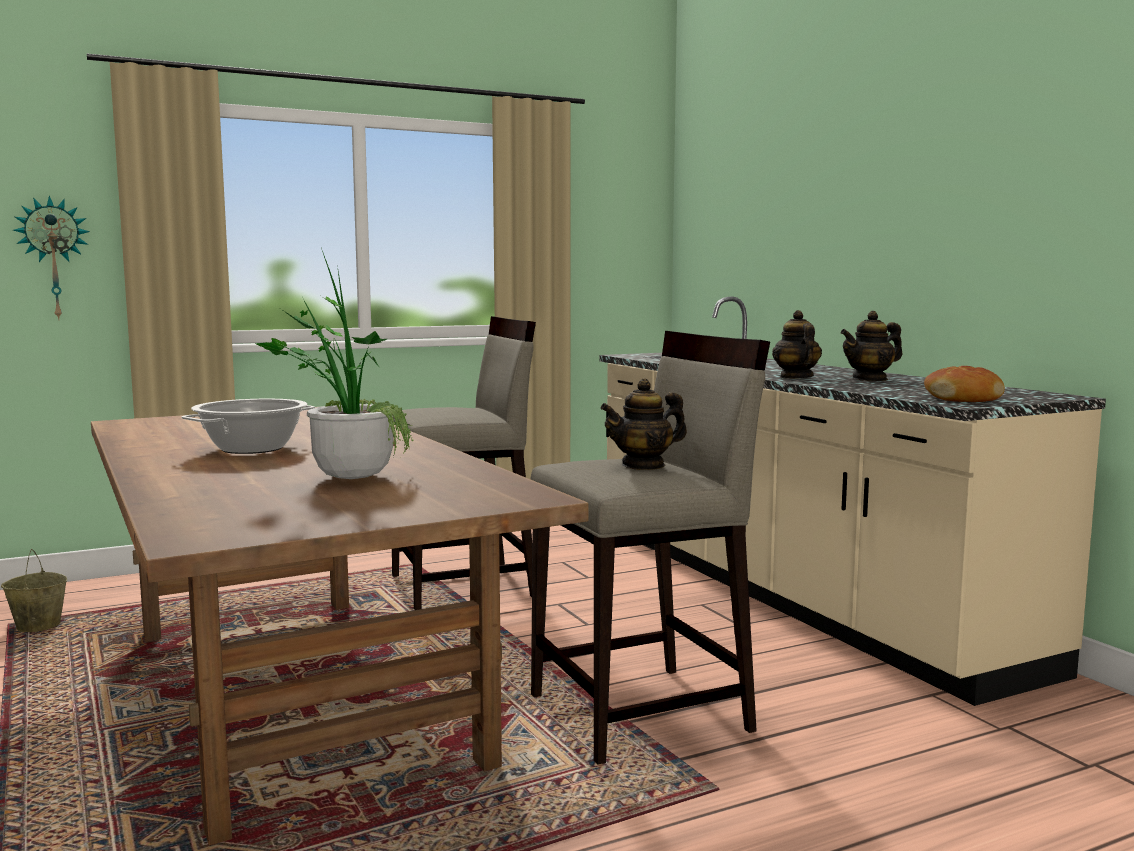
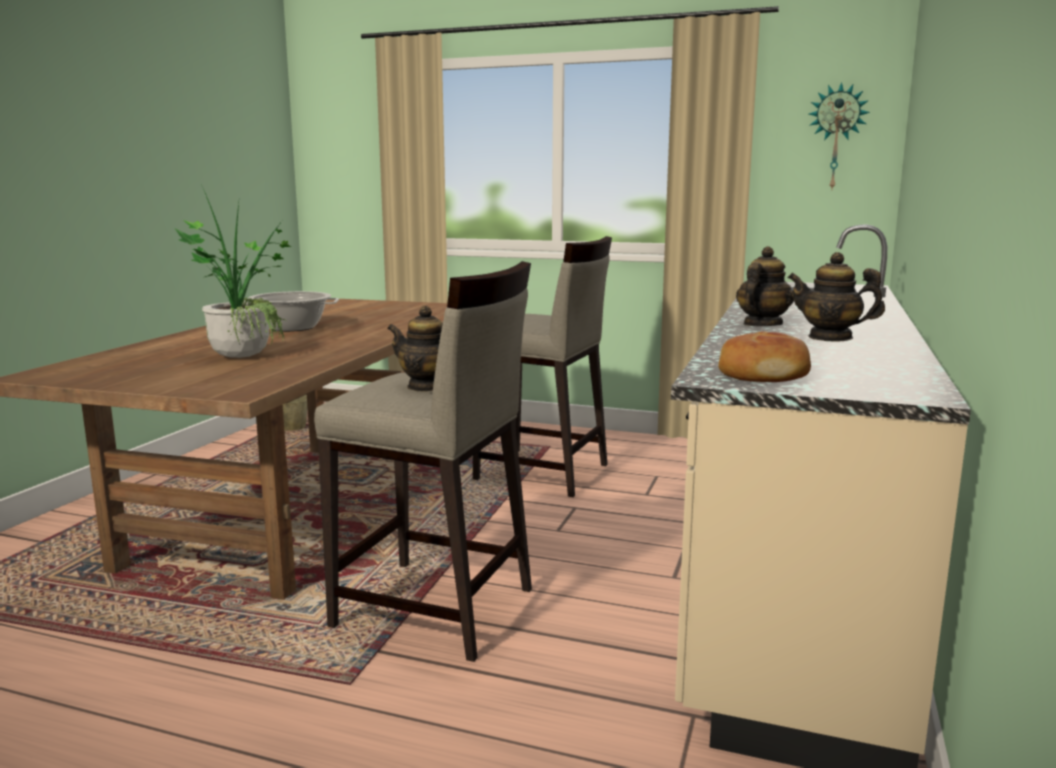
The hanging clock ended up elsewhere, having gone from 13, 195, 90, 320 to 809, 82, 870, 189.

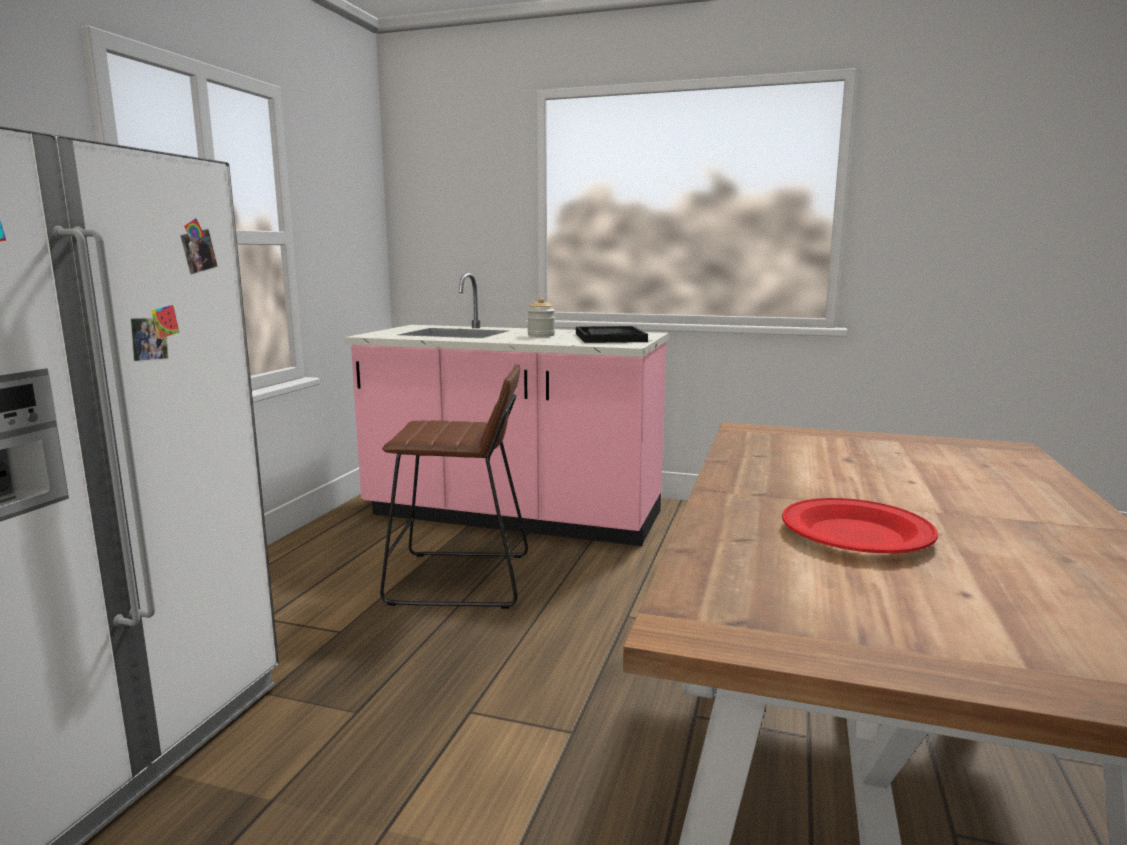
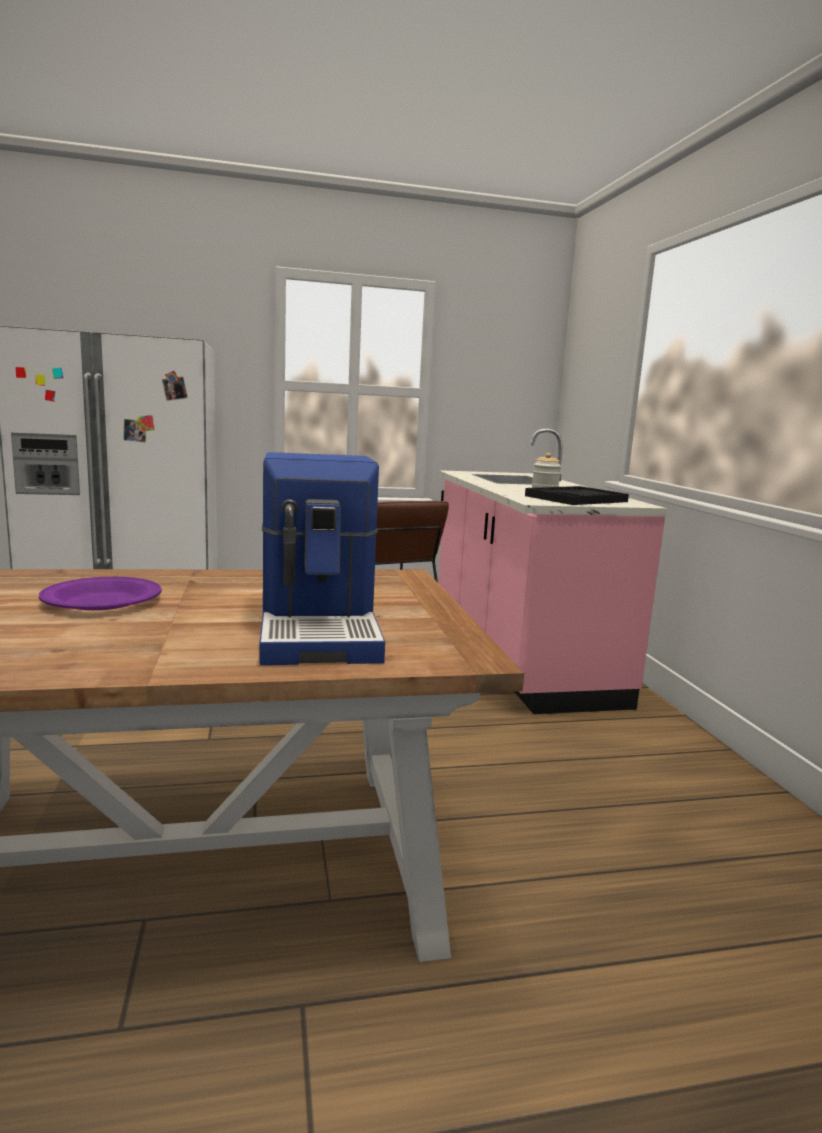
What was the red-coloured flat dish at 782, 498, 938, 553 turned into the purplish flat dish at 39, 577, 162, 610. The second view gained the coffee brewer at 259, 452, 385, 665.

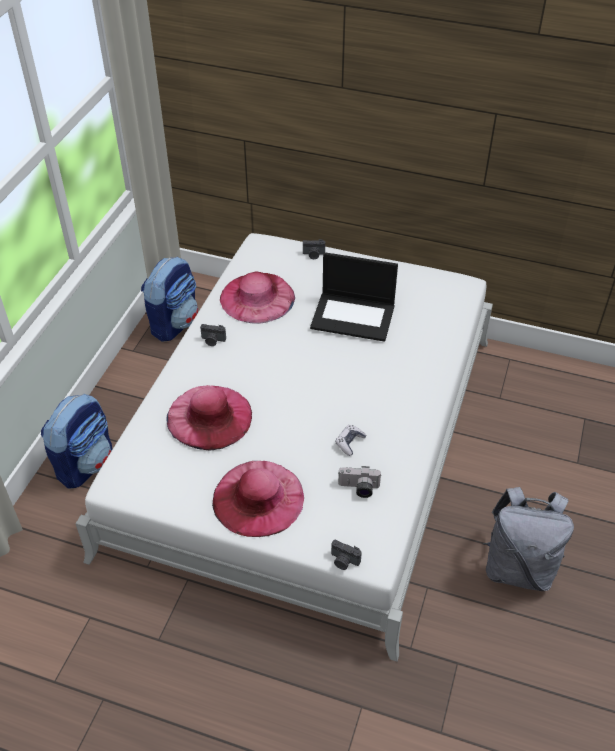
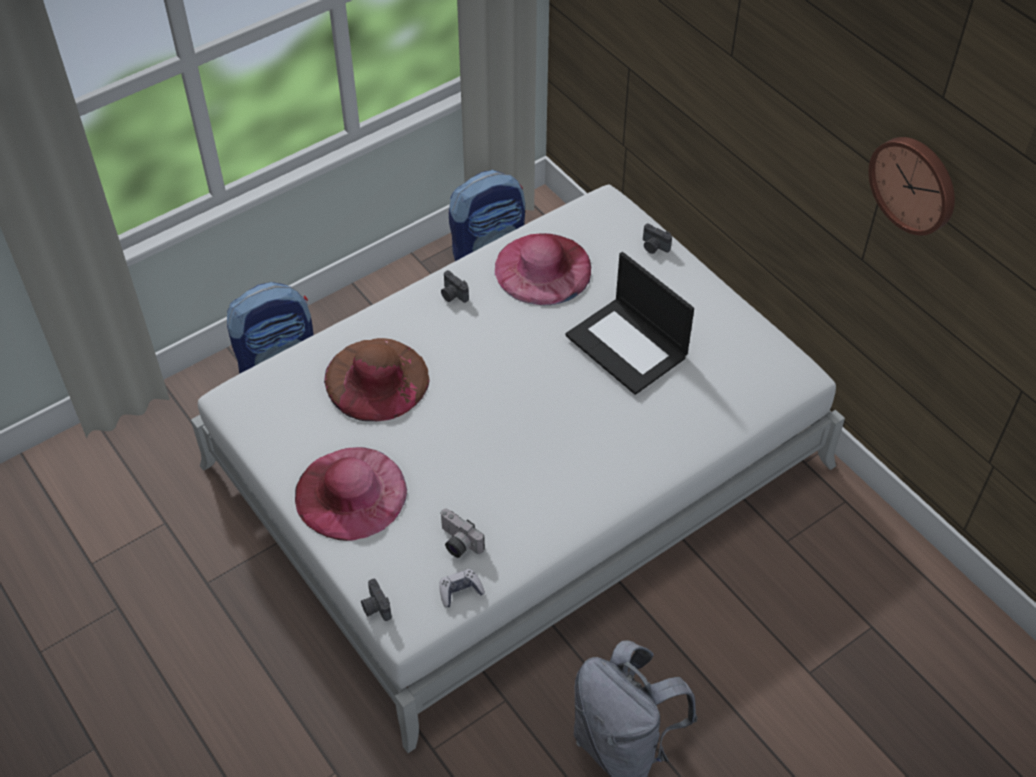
What was the pink clothing hat at 166, 385, 252, 451 turned into the brown-coloured clothing hat at 324, 338, 430, 421. The gamepad ended up elsewhere, having gone from 336, 425, 366, 456 to 439, 569, 485, 607. The second view gained the hanging clock at 869, 137, 955, 236.

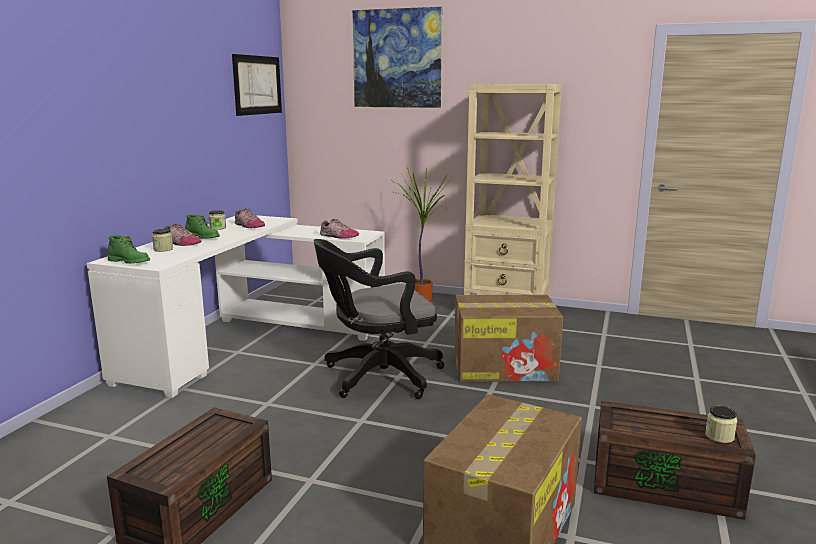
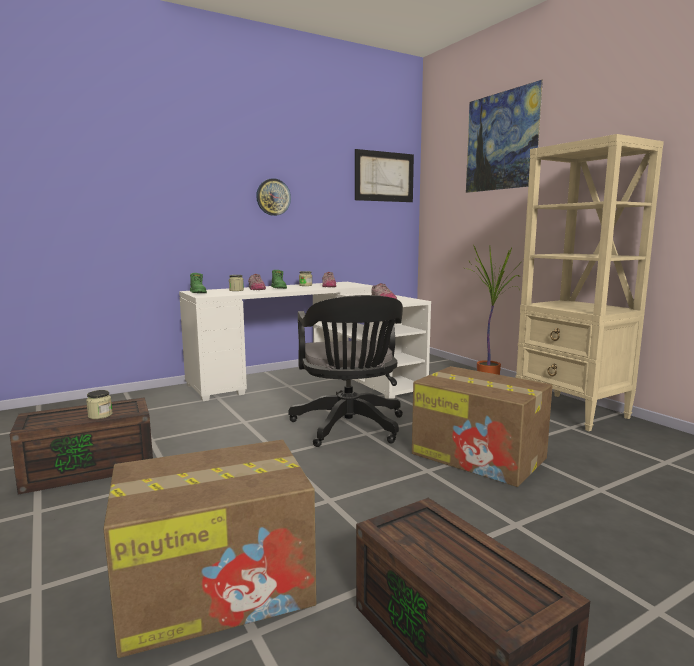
The black desk chair at 313, 239, 444, 399 ended up facing another way, 120 degrees counterclockwise from before. The jar ended up elsewhere, having gone from 705, 406, 737, 443 to 86, 390, 113, 419. The second view gained the hanging clock at 256, 178, 291, 216.

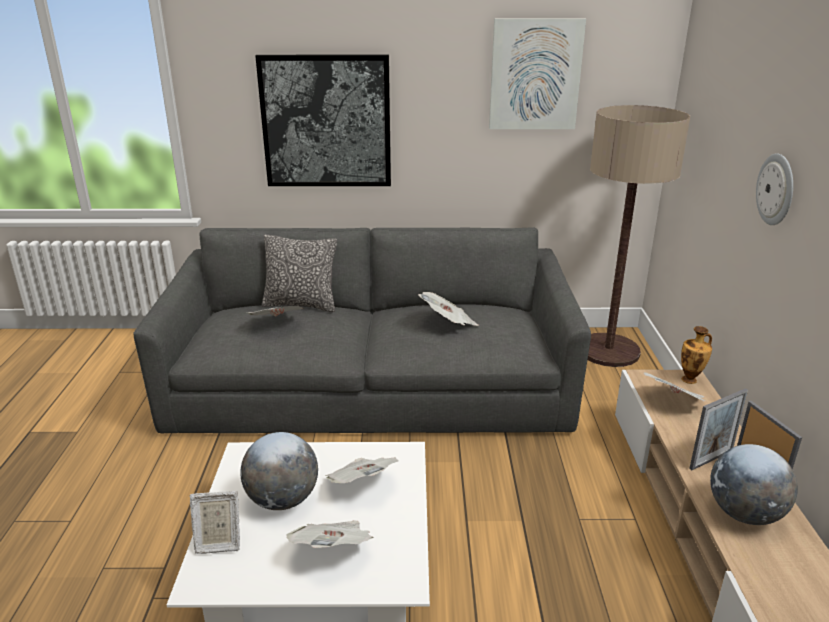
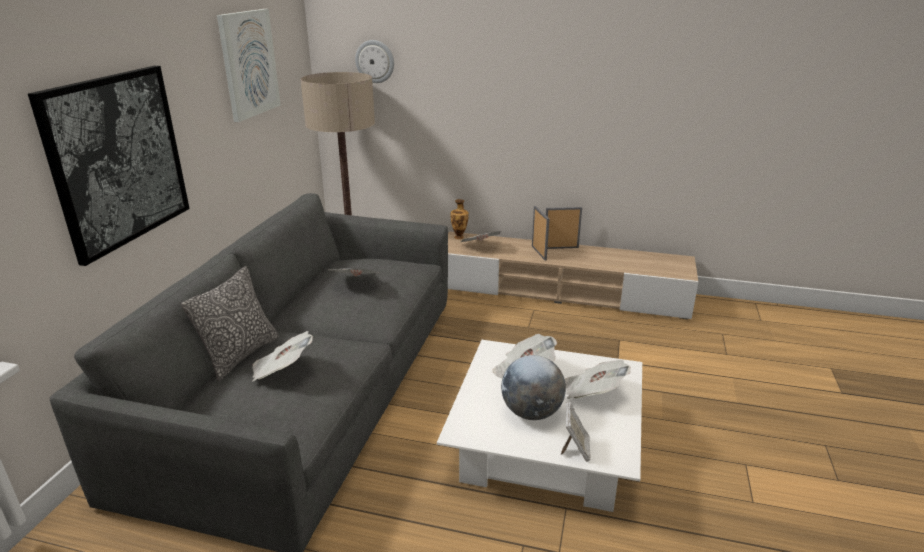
The second view lost the desk globe at 710, 444, 798, 525. The hanging clock ended up elsewhere, having gone from 756, 153, 793, 225 to 355, 40, 394, 83.

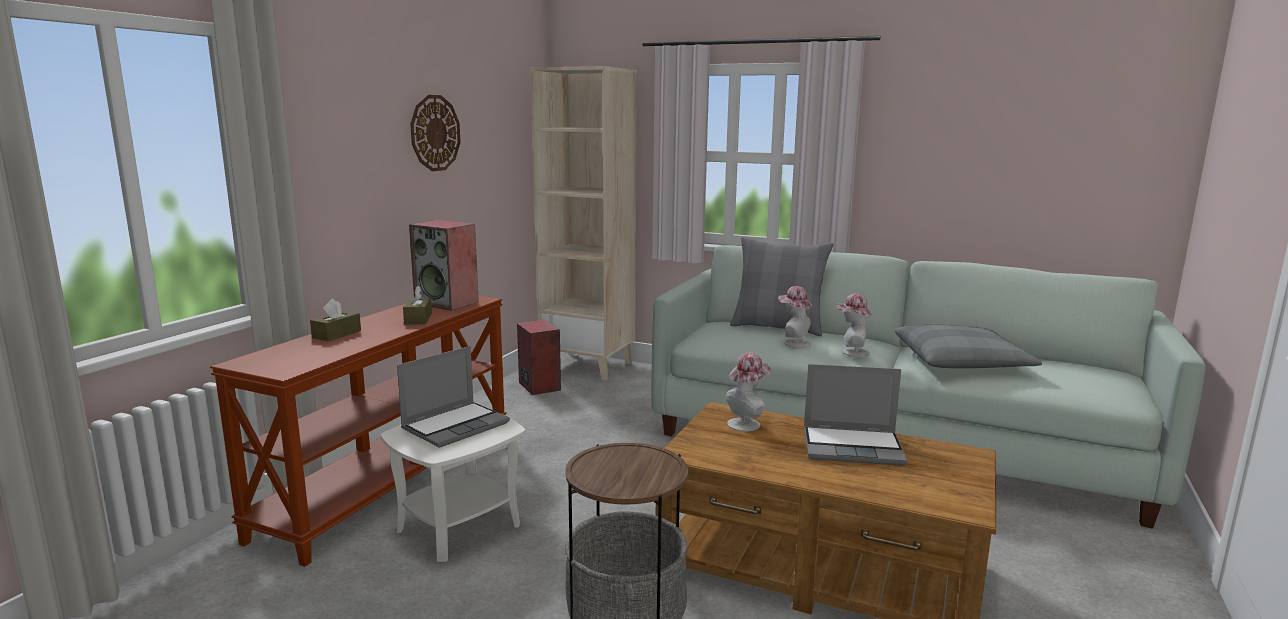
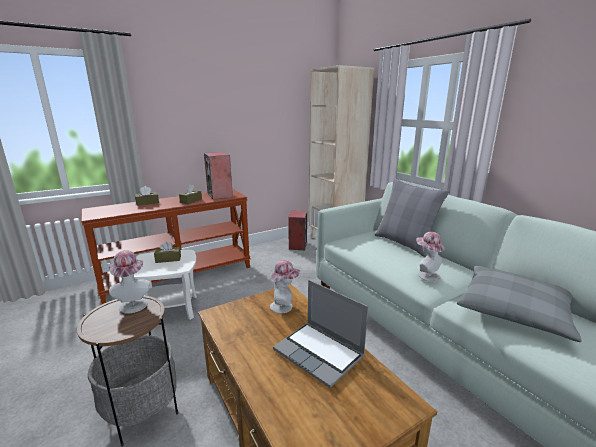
Where the notebook computer stood at 397, 346, 510, 448, the brown-coloured tissue holder came to stand at 154, 242, 181, 263. The second view lost the hanging clock at 410, 95, 460, 171. The clothing hat ended up elsewhere, having gone from 778, 286, 812, 348 to 109, 250, 150, 314.

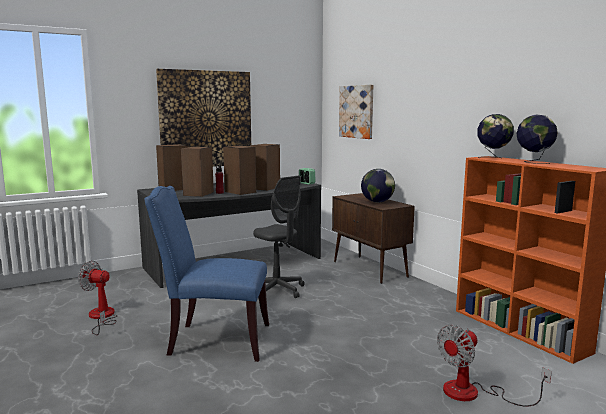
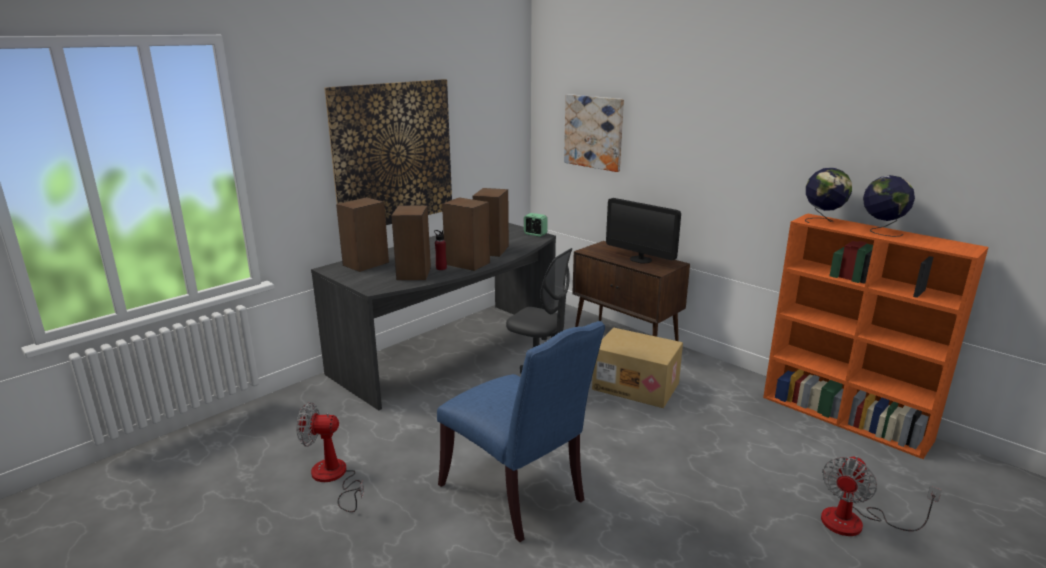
The blue chair at 145, 186, 269, 362 ended up facing another way, 120 degrees counterclockwise from before. Where the desk globe stood at 361, 169, 395, 203, the computer screen came to stand at 606, 198, 681, 263. The second view gained the carton at 592, 328, 683, 408.

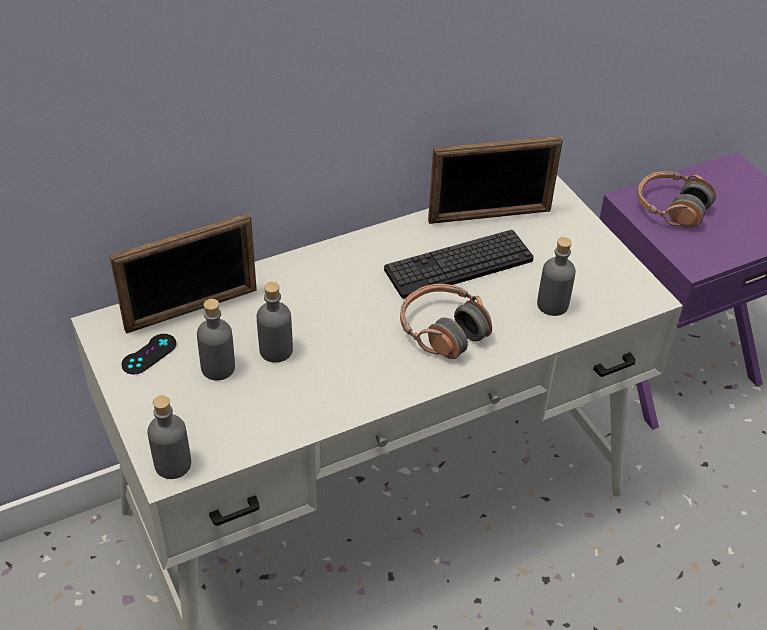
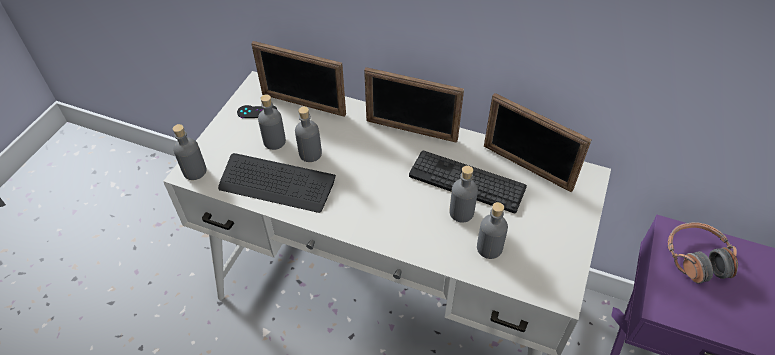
The second view lost the headphones at 400, 284, 492, 359. The second view gained the computer keyboard at 218, 153, 336, 213. The second view gained the photo frame at 364, 67, 464, 143. The second view gained the gray beverage bottle at 449, 166, 478, 222.

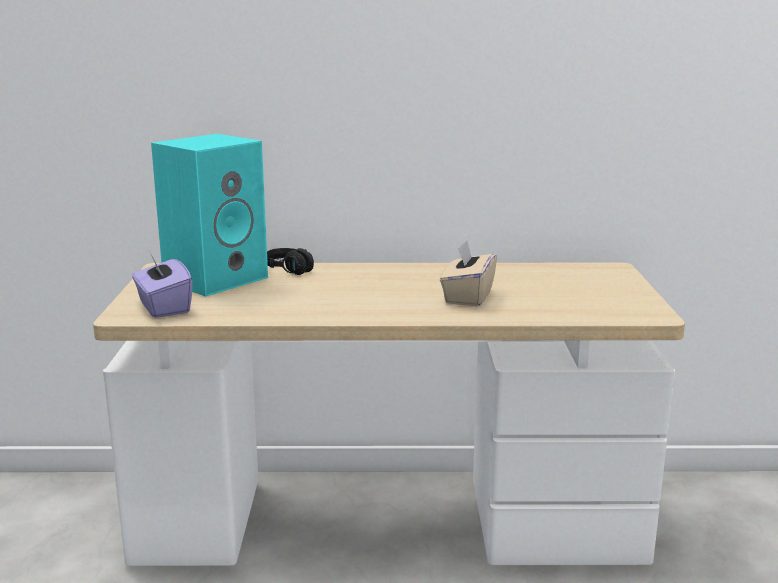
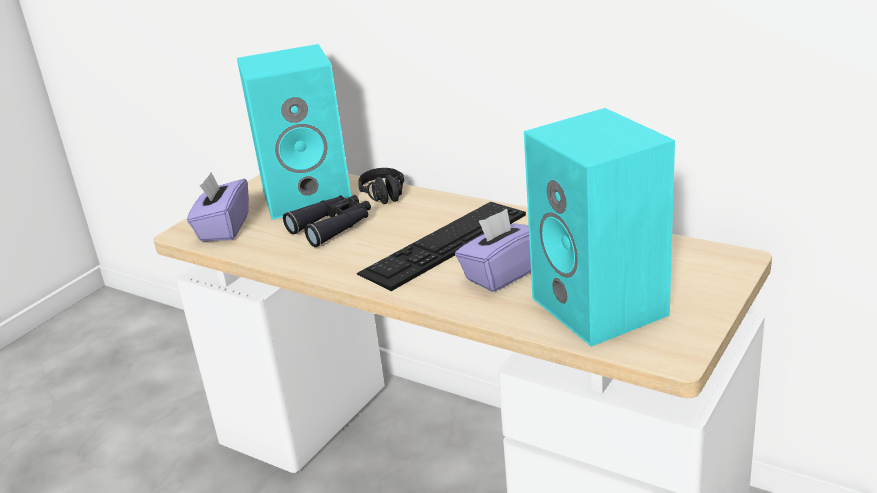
What was the beige tissue holder at 440, 240, 497, 307 turned into the purplish tissue holder at 455, 209, 531, 292. The second view gained the black binoculars at 283, 195, 371, 247. The second view gained the computer keyboard at 357, 202, 526, 291. The second view gained the turquoise-coloured loudspeaker at 524, 108, 675, 347.

